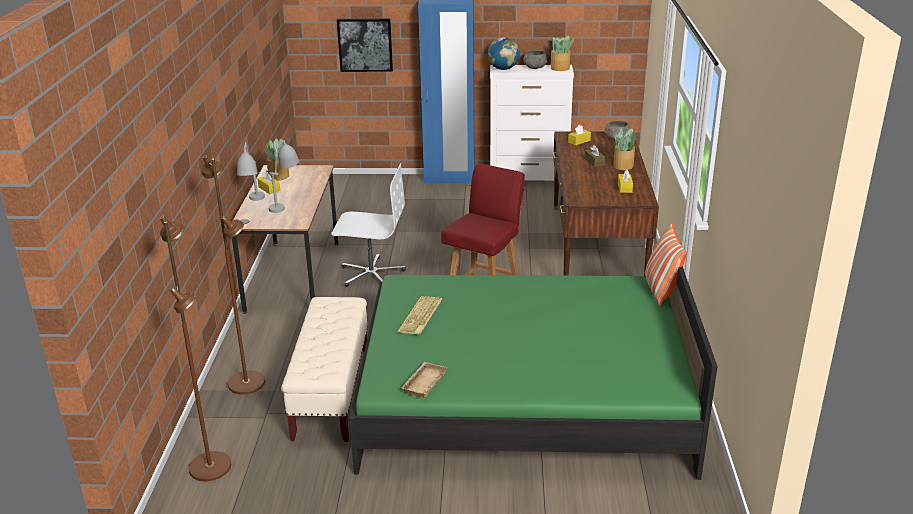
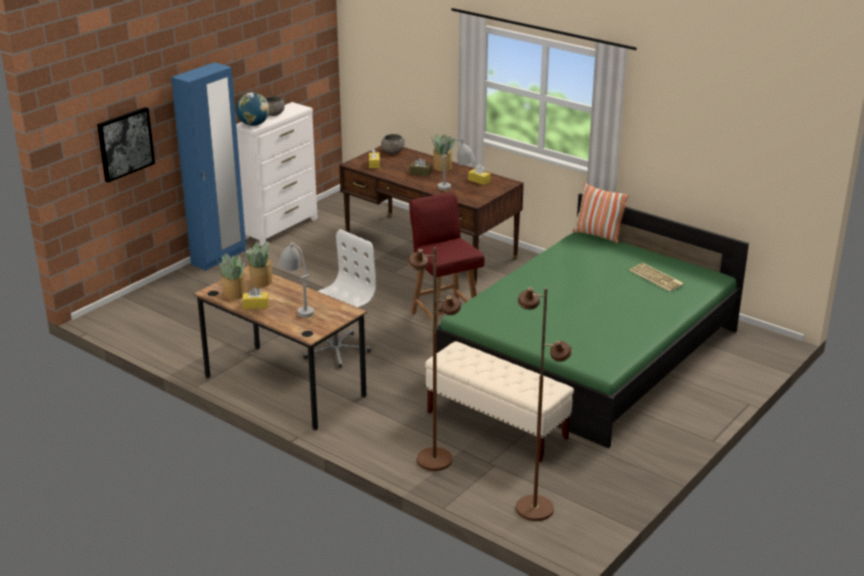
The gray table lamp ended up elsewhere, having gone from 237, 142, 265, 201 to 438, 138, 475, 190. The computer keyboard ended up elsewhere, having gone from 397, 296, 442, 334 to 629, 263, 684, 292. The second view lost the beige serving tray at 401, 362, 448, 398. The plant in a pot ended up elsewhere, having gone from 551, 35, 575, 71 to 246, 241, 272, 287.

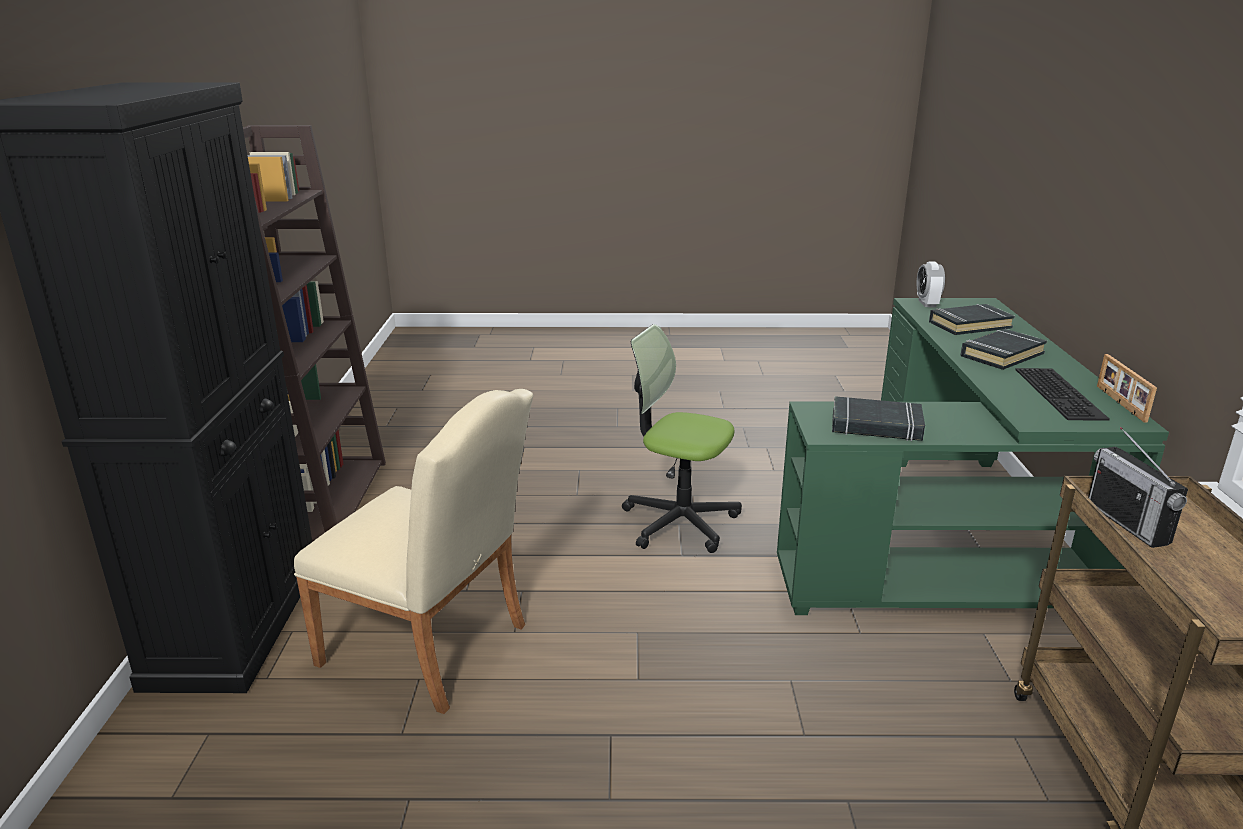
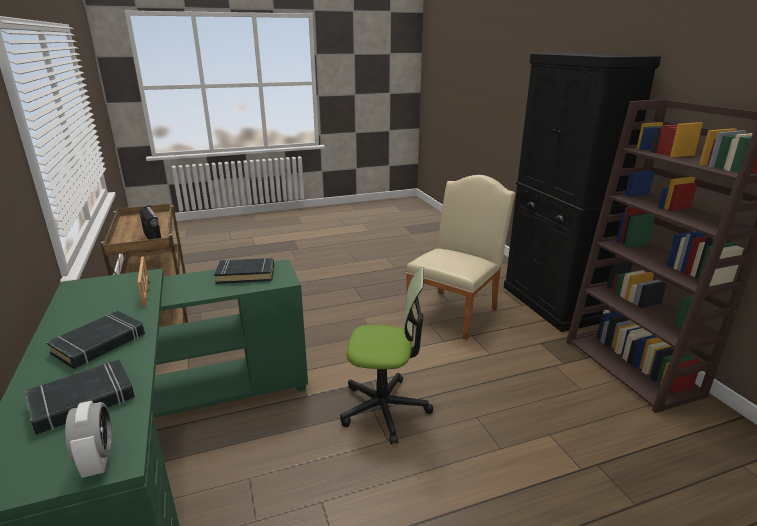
The beige chair at 294, 389, 533, 714 ended up facing another way, 120 degrees clockwise from before. The second view lost the computer keyboard at 1015, 368, 1110, 421. The photo frame ended up elsewhere, having gone from 1097, 354, 1157, 422 to 137, 256, 149, 307.

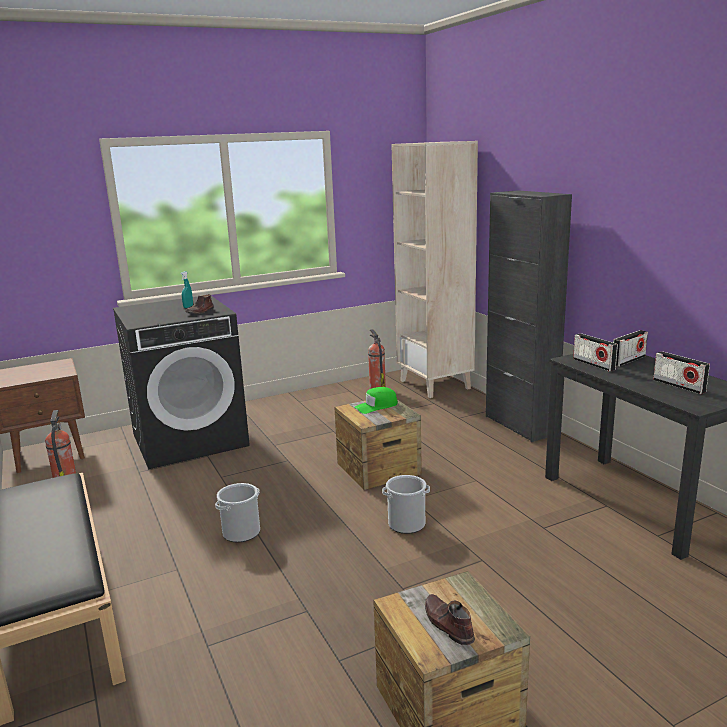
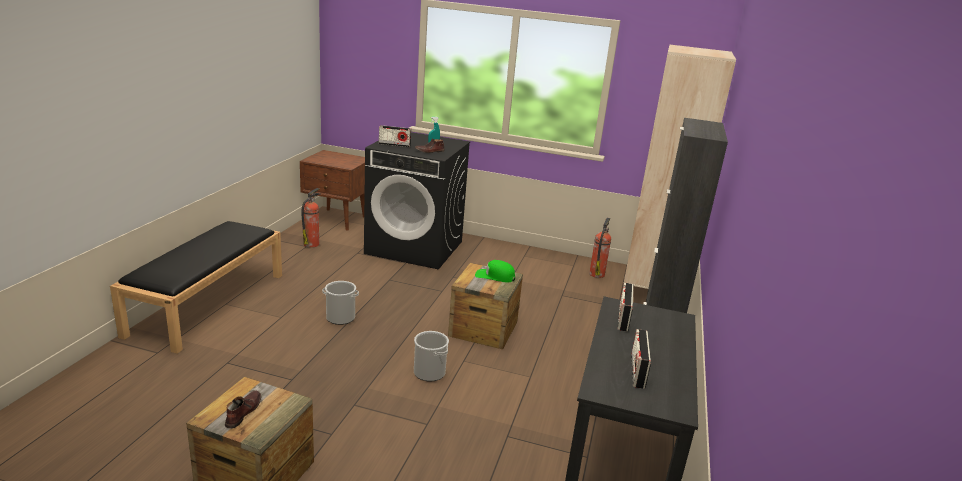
The radio ended up elsewhere, having gone from 613, 330, 648, 367 to 379, 125, 411, 147.

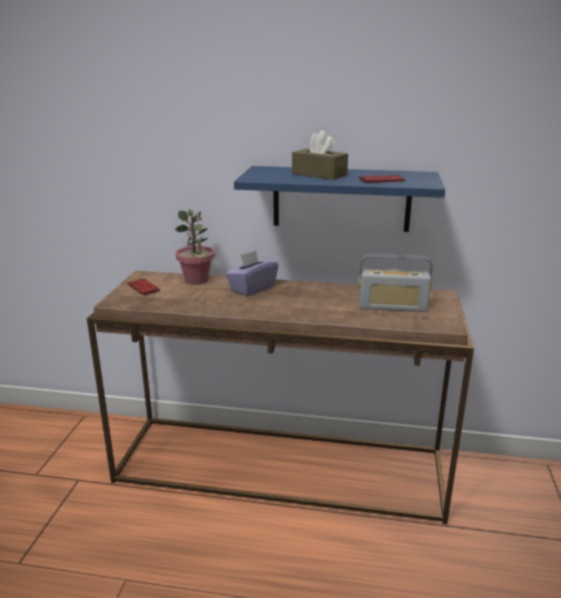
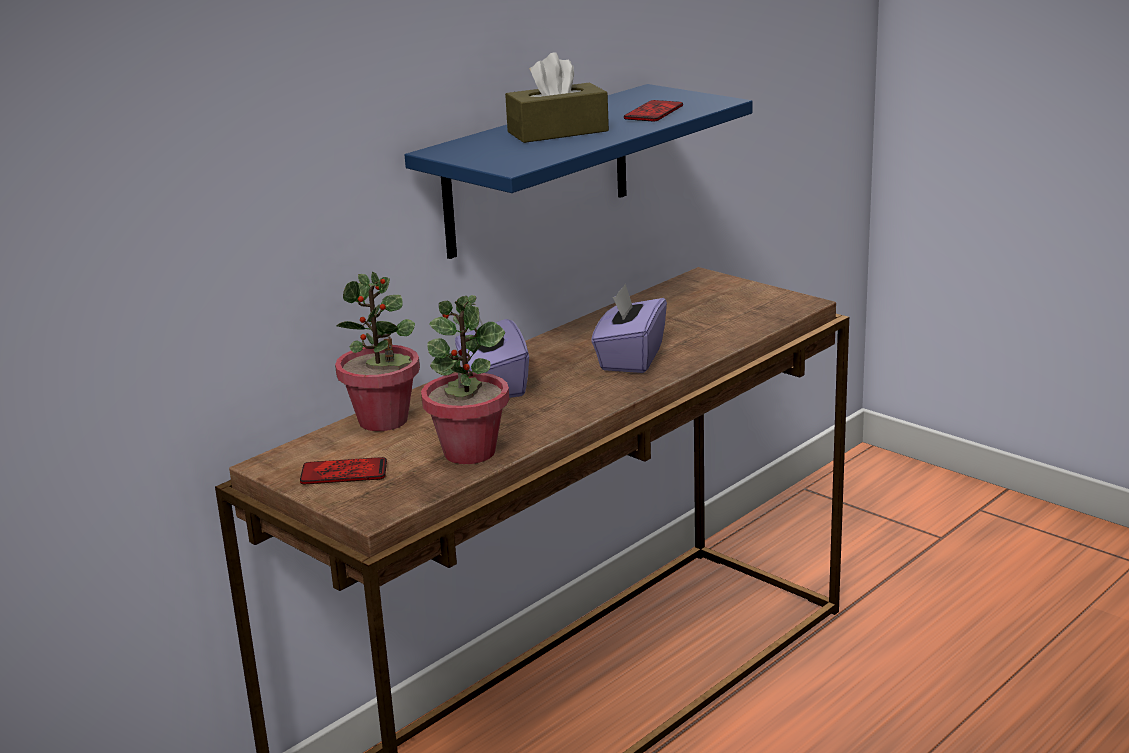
The second view lost the radio at 359, 254, 432, 312. The second view gained the plant in a pot at 421, 295, 509, 464. The second view gained the purplish tissue holder at 591, 284, 667, 373.

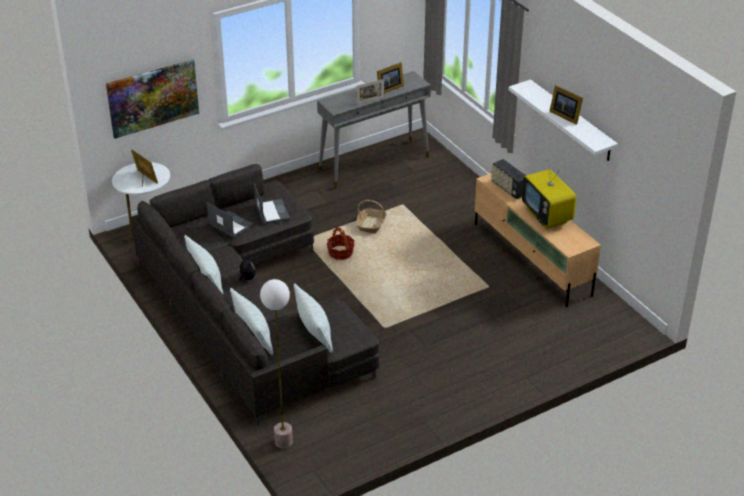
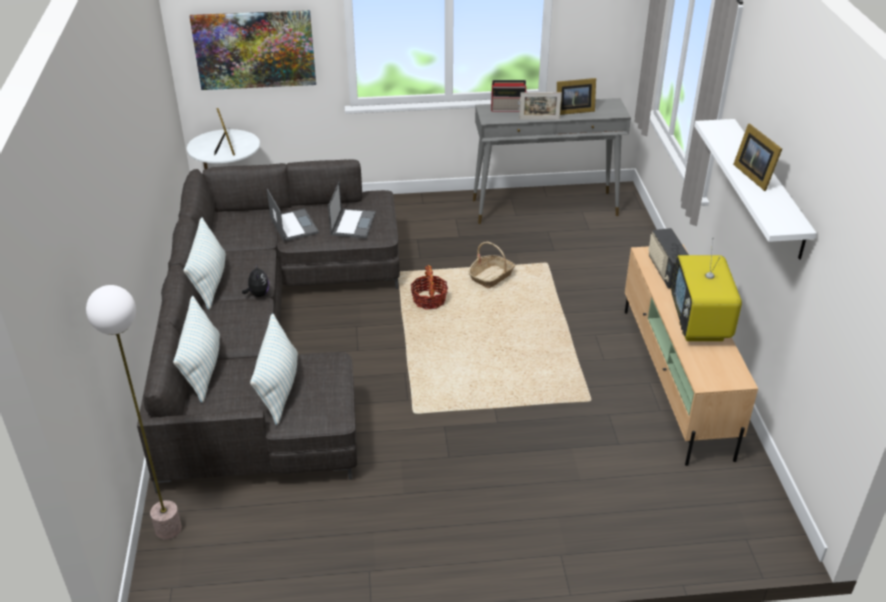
The second view gained the radio at 491, 80, 528, 111.

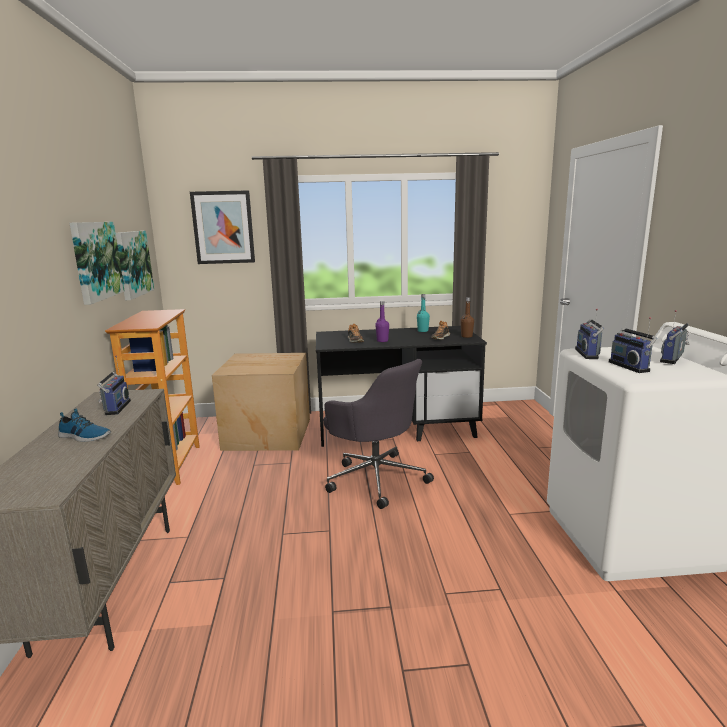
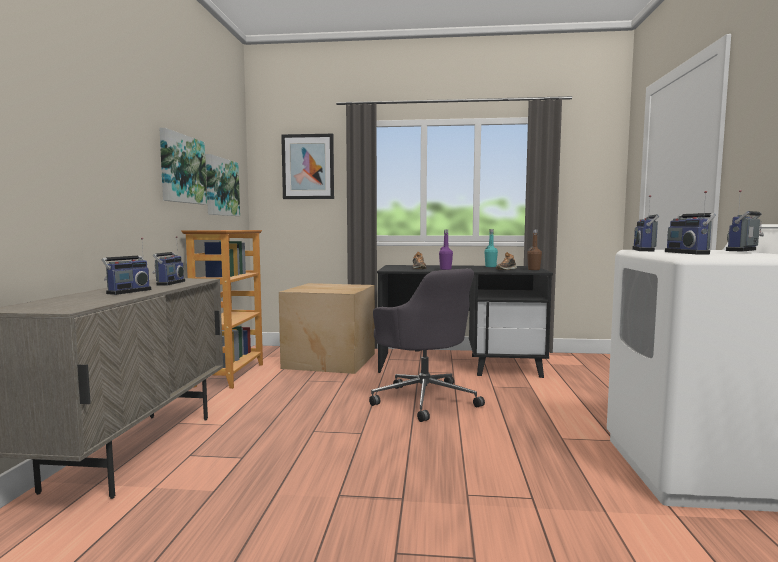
Where the low shoe stood at 58, 408, 111, 442, the radio came to stand at 102, 238, 151, 295.

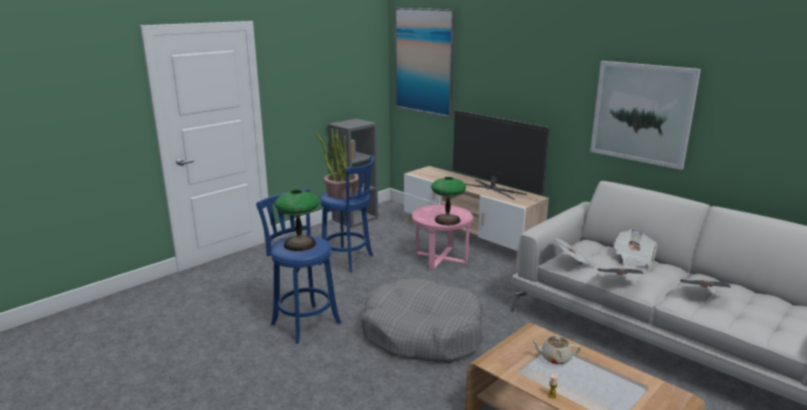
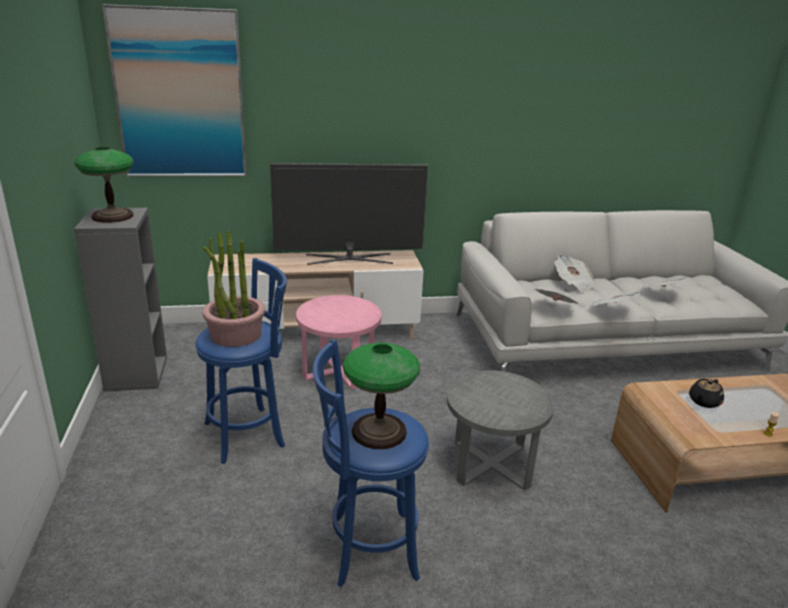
Where the gray dog cushion stood at 361, 278, 483, 363, the gray end table came to stand at 447, 370, 554, 490. The table lamp ended up elsewhere, having gone from 431, 177, 466, 225 to 75, 147, 134, 223. What was the beige pot for tea at 531, 336, 581, 364 turned into the black pot for tea at 689, 379, 724, 408. The second view lost the wall picture at 590, 61, 701, 170.

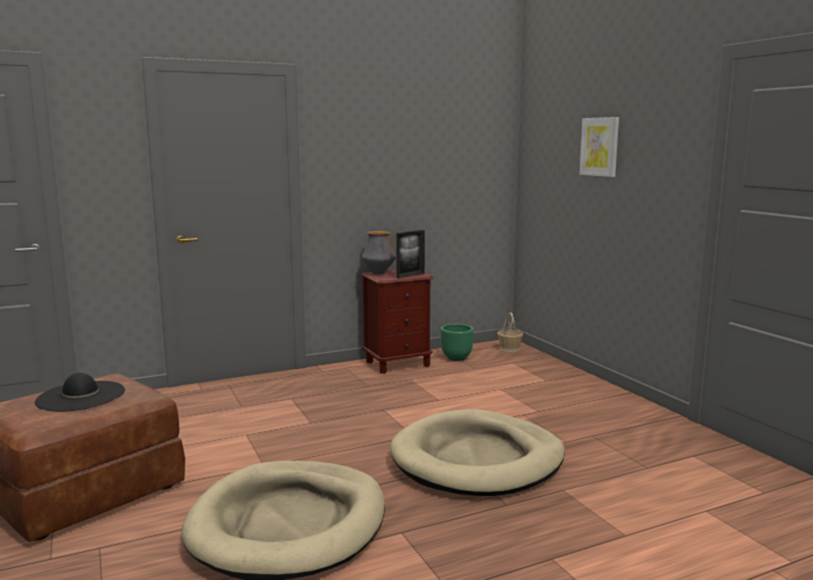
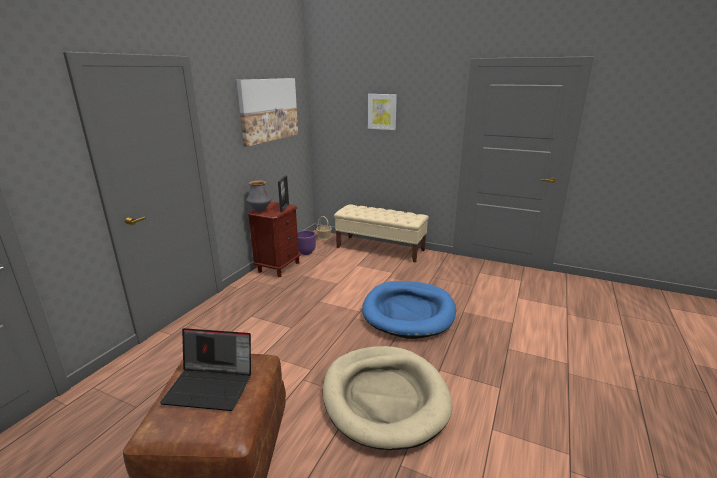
Where the black clothing hat stood at 35, 373, 125, 412, the notebook computer came to stand at 160, 328, 251, 411. What was the beige dog cushion at 390, 409, 565, 496 turned into the blue dog cushion at 362, 281, 456, 339. What was the greenish planter at 441, 324, 474, 361 turned into the purplish planter at 297, 230, 316, 255. The second view gained the wall picture at 236, 78, 298, 147. The second view gained the beige bench at 334, 205, 429, 263.

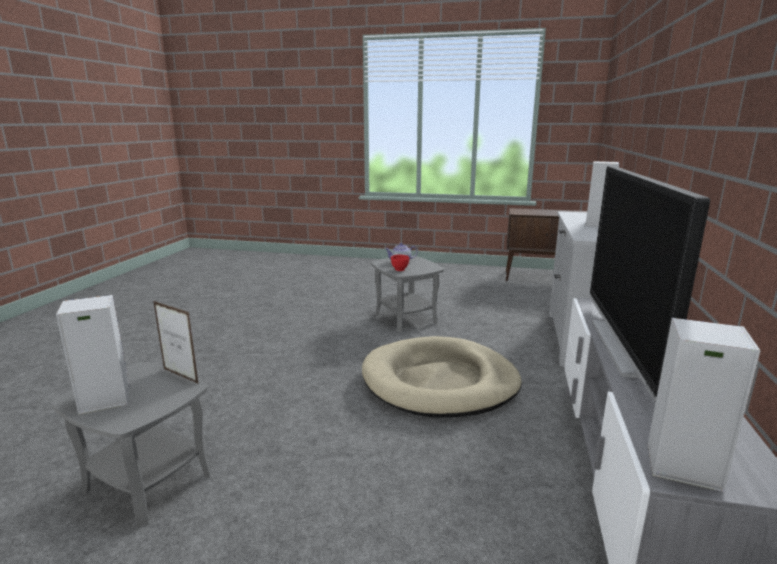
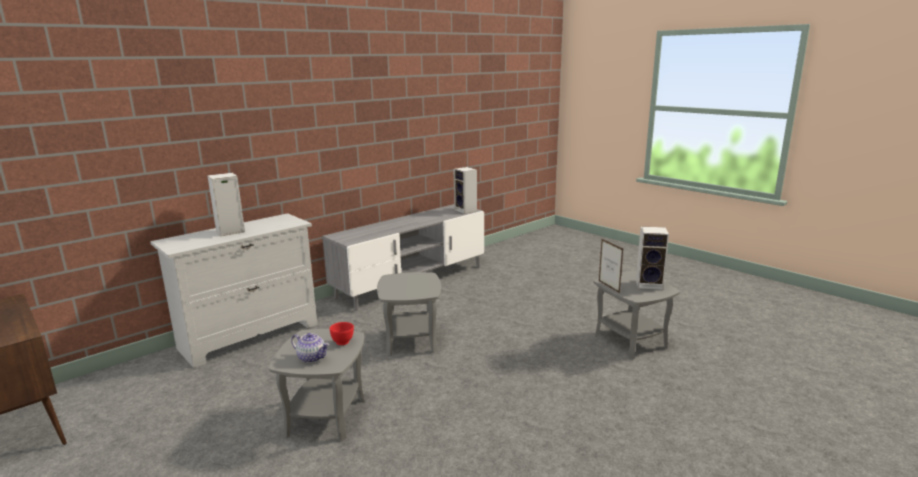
Where the beige dog cushion stood at 362, 336, 522, 417, the gray end table came to stand at 377, 272, 441, 356. The second view lost the TV at 590, 166, 710, 401.

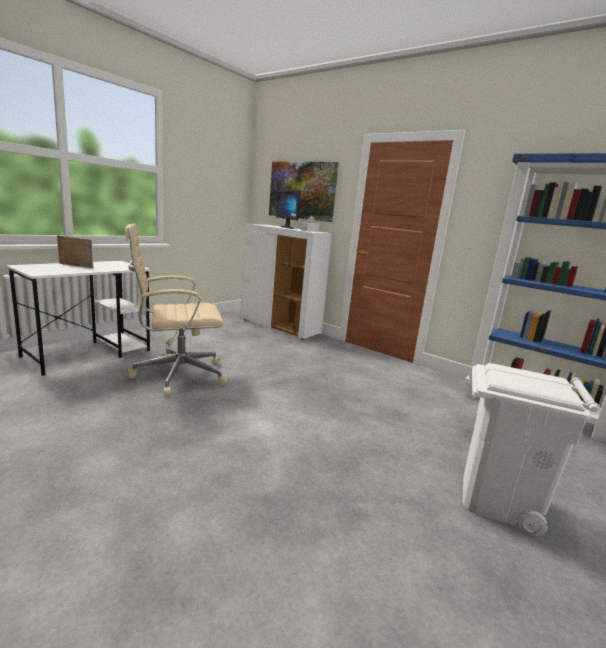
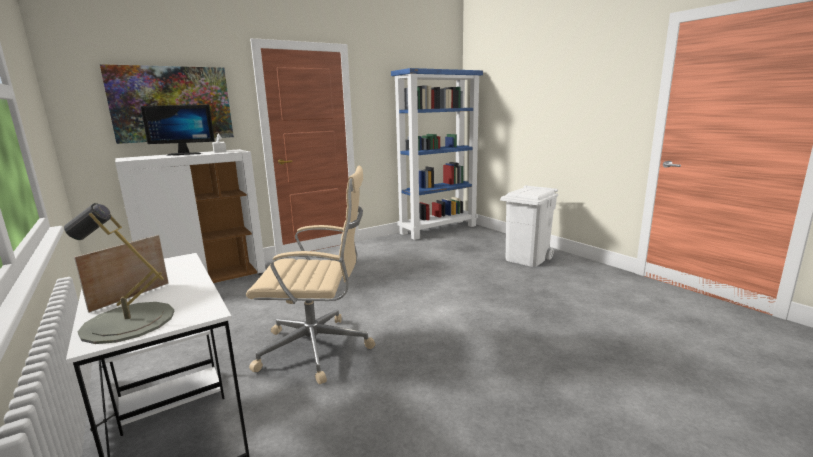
The beige desk chair at 125, 223, 227, 396 ended up facing another way, 90 degrees counterclockwise from before. The second view gained the gray table lamp at 64, 203, 174, 344.

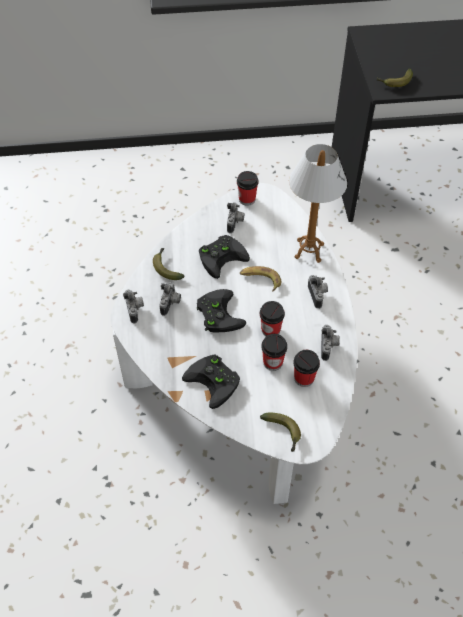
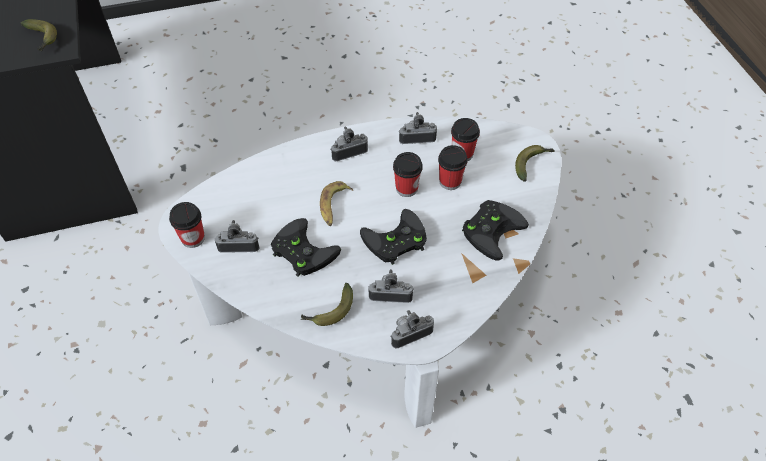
The second view lost the table lamp at 289, 144, 347, 263.

